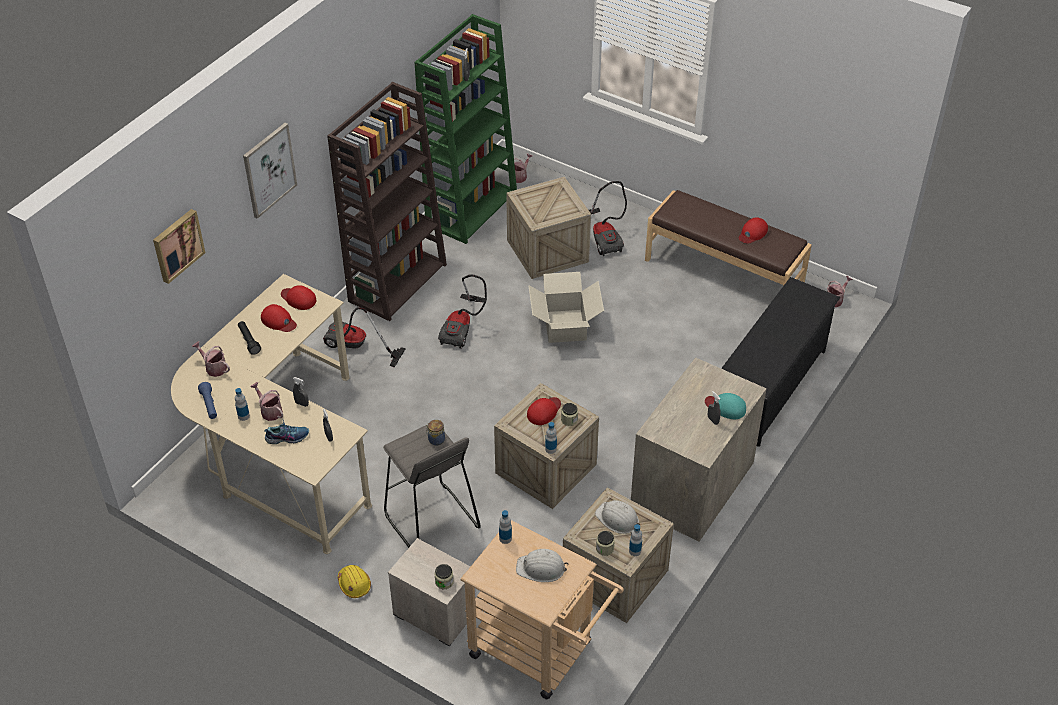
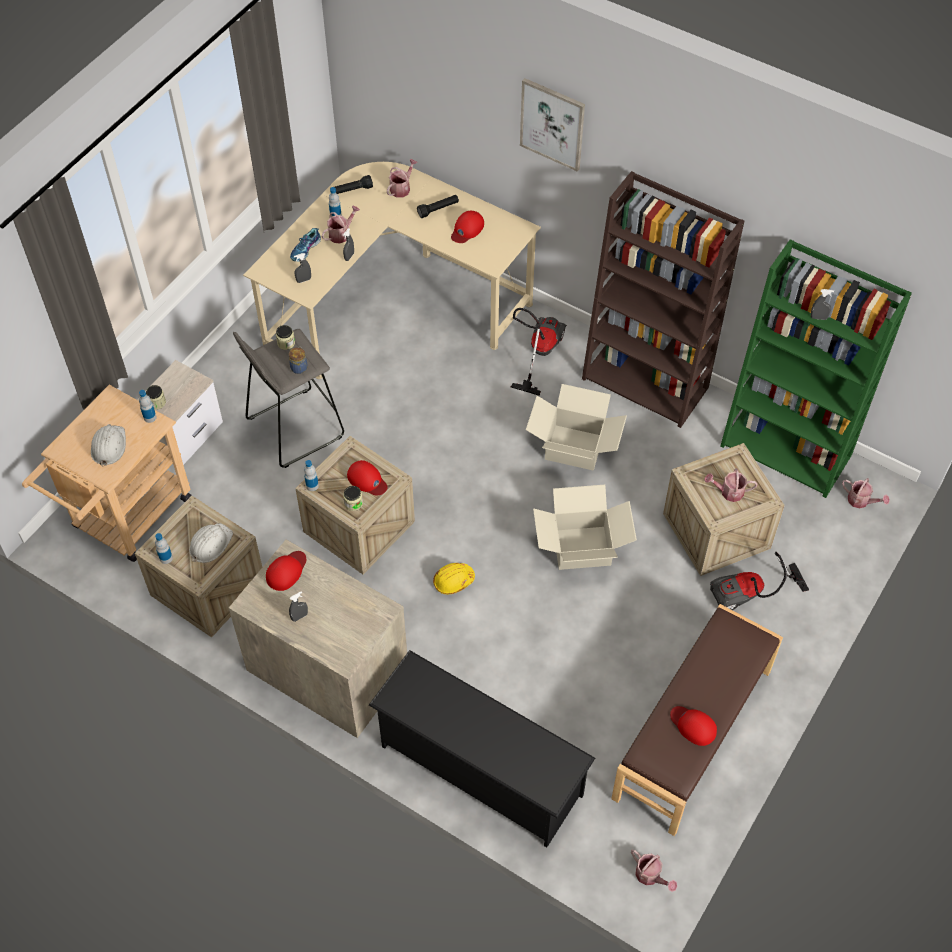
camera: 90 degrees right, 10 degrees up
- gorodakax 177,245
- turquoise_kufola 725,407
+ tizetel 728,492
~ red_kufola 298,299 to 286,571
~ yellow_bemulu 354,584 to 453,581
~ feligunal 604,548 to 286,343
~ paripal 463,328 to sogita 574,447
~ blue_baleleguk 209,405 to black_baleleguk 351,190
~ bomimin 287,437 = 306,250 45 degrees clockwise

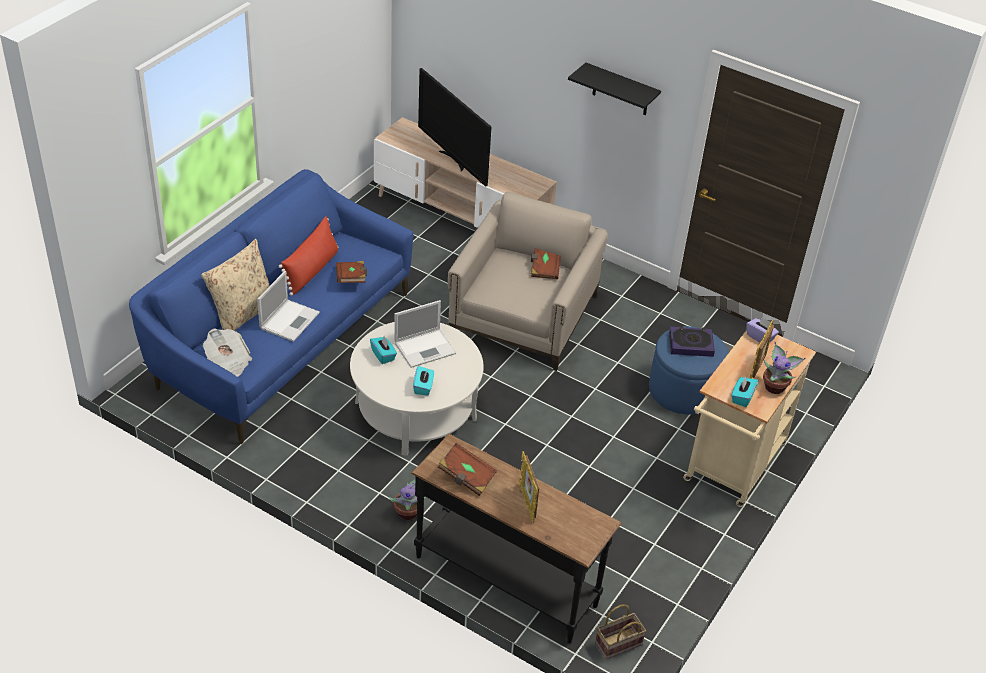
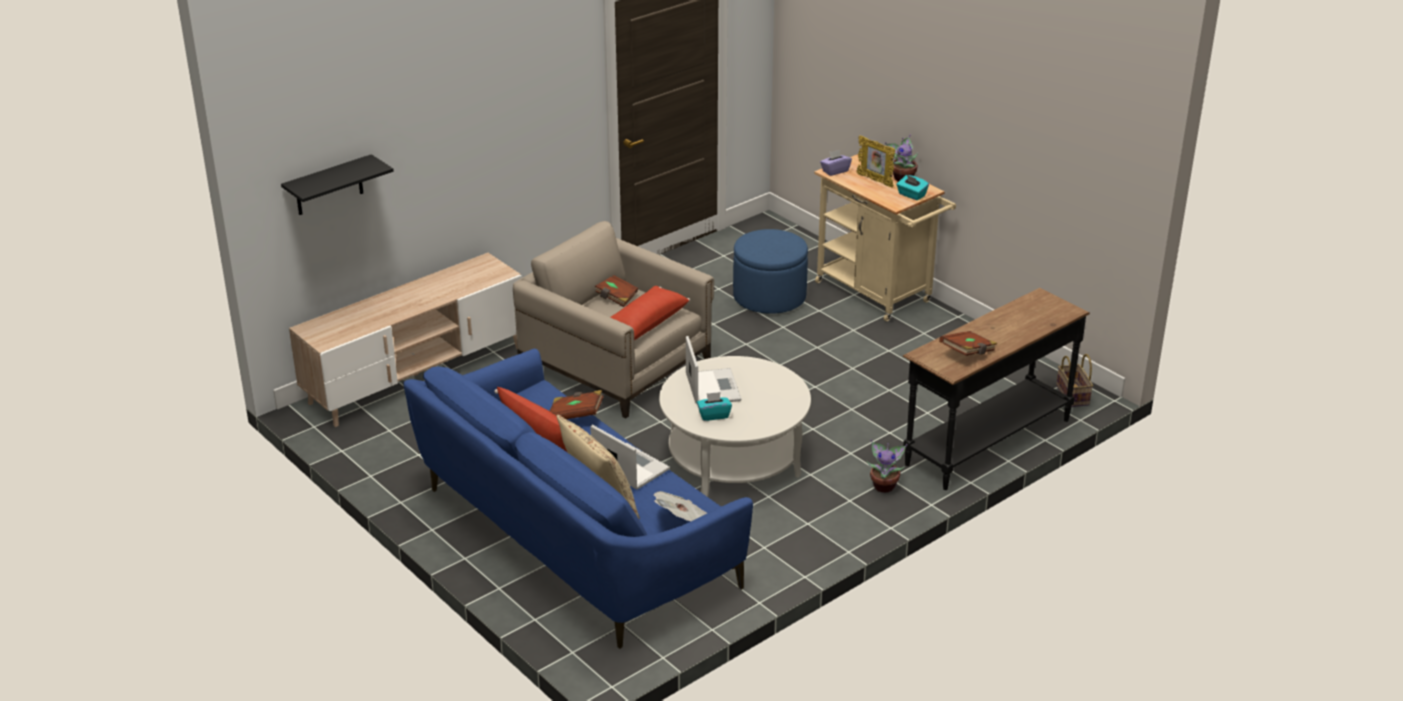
camera: 70 degrees left, 10 degrees down
- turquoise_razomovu 423,387
- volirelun 453,160
- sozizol 527,503
- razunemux 690,344
+ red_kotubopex 643,324
~ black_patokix 621,90 to 329,186

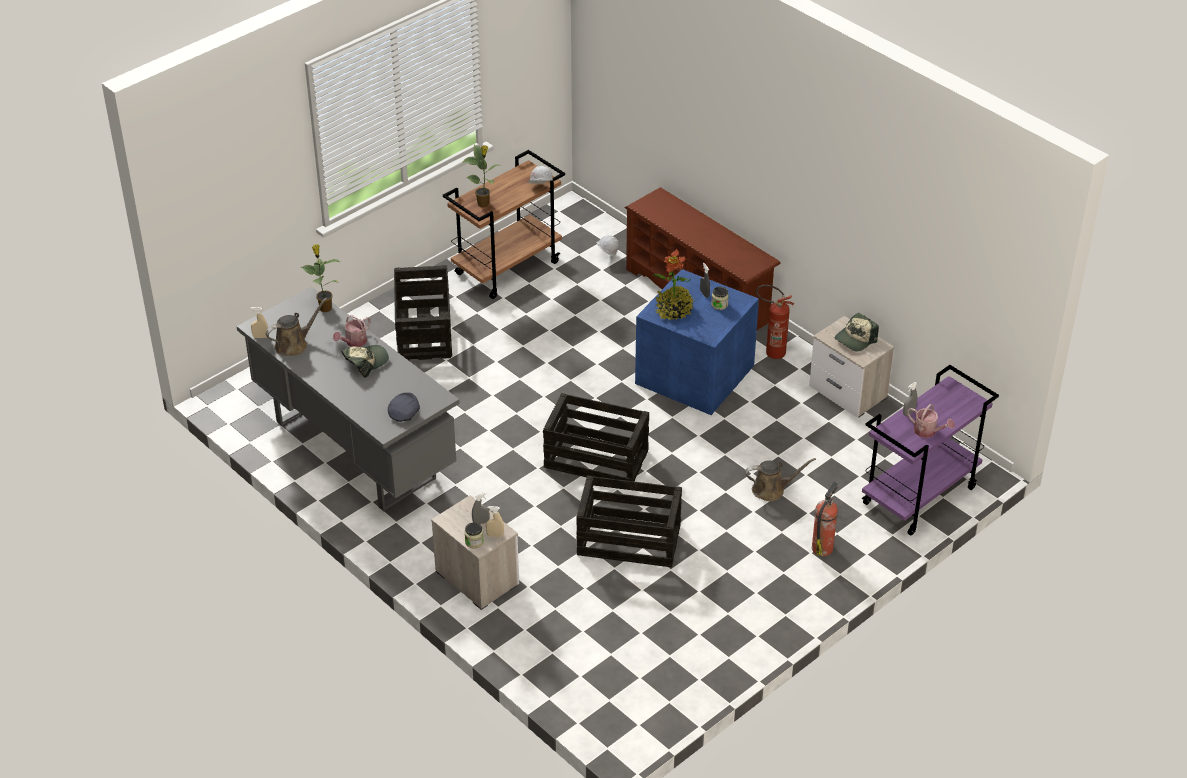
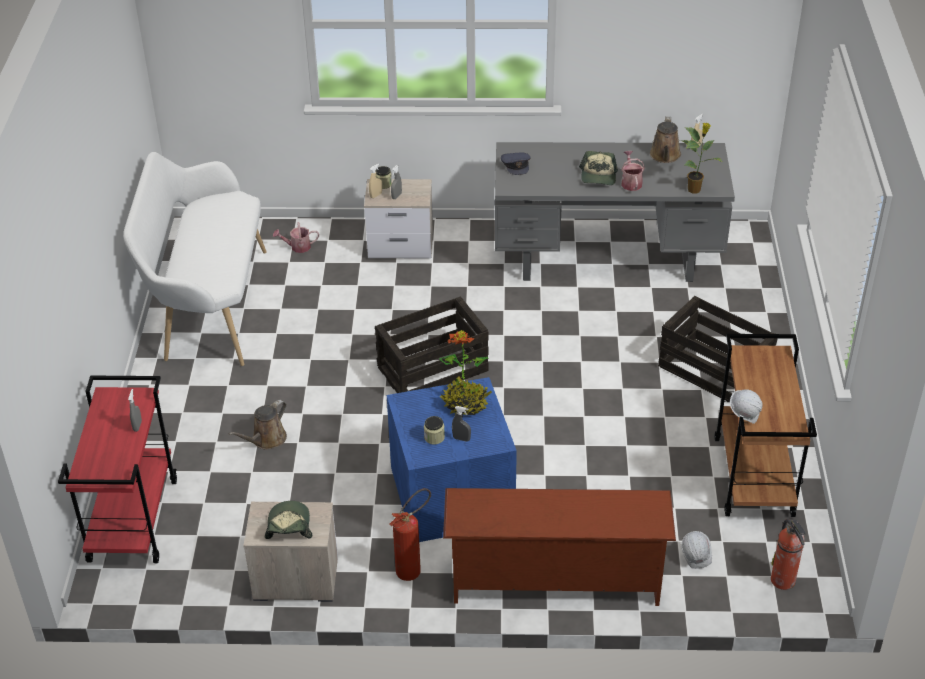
camera: 135 degrees right, 0 degrees up
- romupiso 484,204
- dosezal 627,540
+ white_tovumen 208,306
~ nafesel 823,547 to 783,581
~ tizetel 928,431 to 297,247
~ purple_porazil 919,497 to red_porazil 132,519

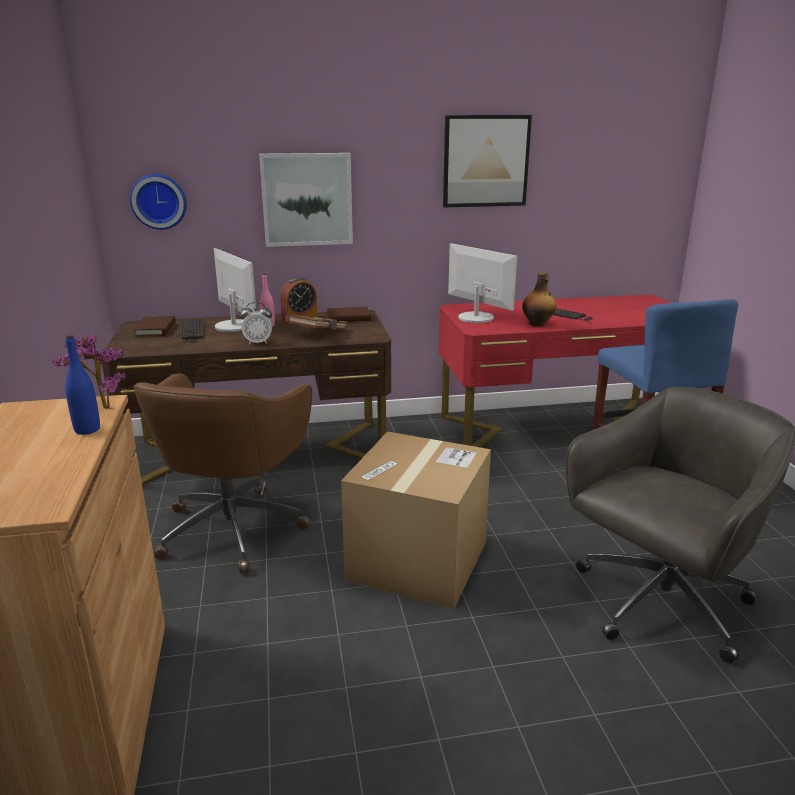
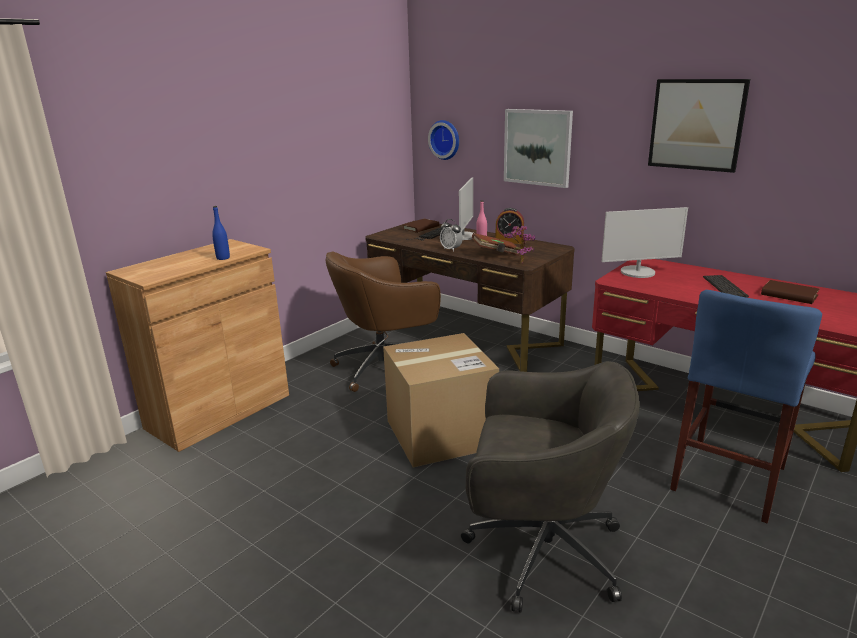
camera: 50 degrees right, 0 degrees up
- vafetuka 537,324
~ romupiso 100,407 to 519,262
~ brown_razunemux 348,318 to 789,295
~ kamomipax 476,317 = 638,272 75 degrees clockwise

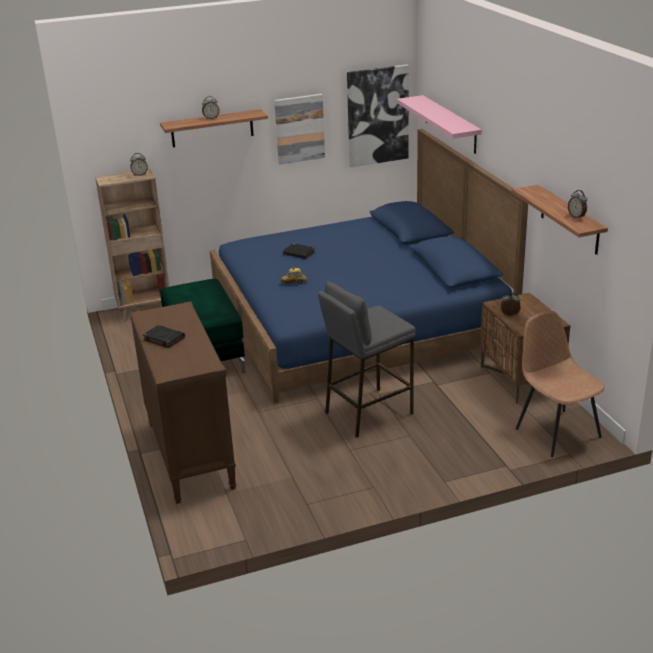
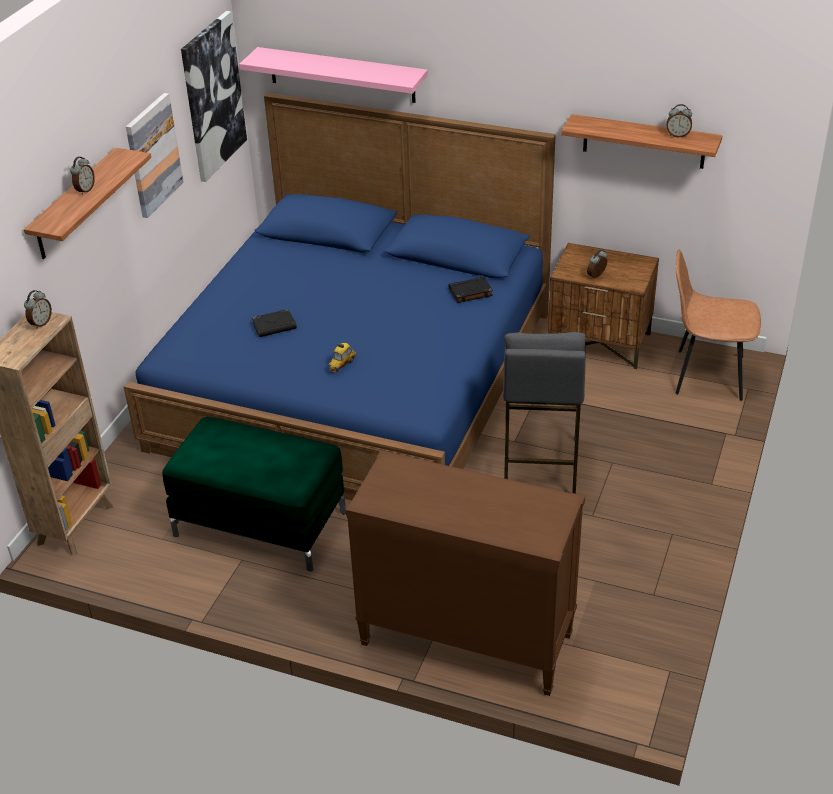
camera: 50 degrees left, 10 degrees up
~ black_razunemux 163,339 to 470,292

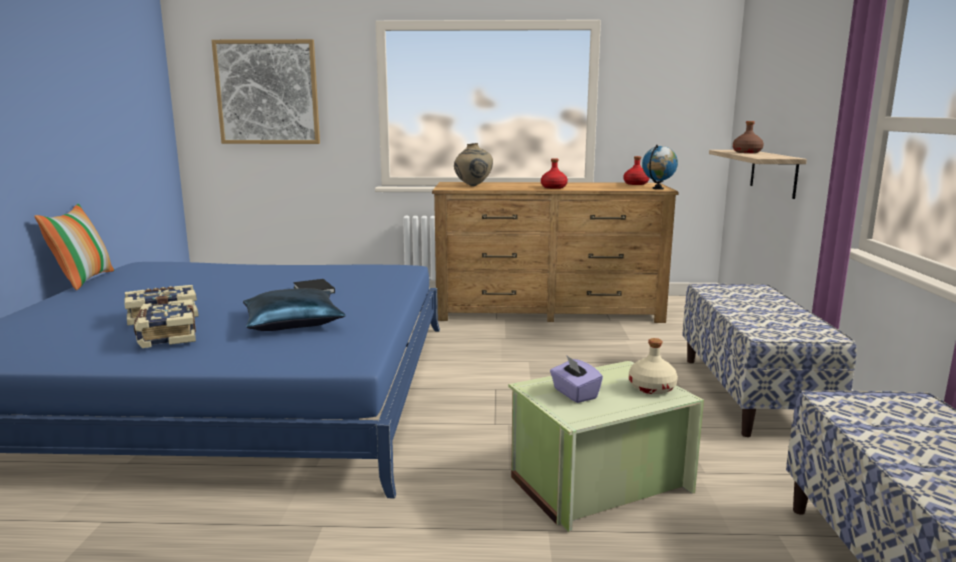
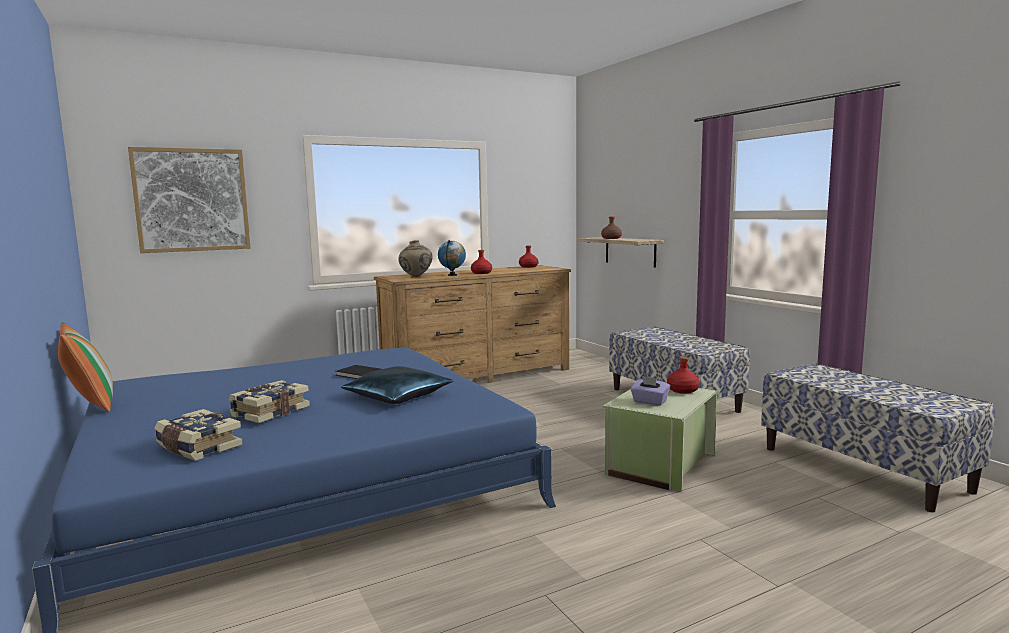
camera: 30 degrees left, 5 degrees down
~ razunemux 166,336 to 197,447
~ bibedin 658,189 to 452,275
~ beige_vafetuka 652,388 to red_vafetuka 683,390

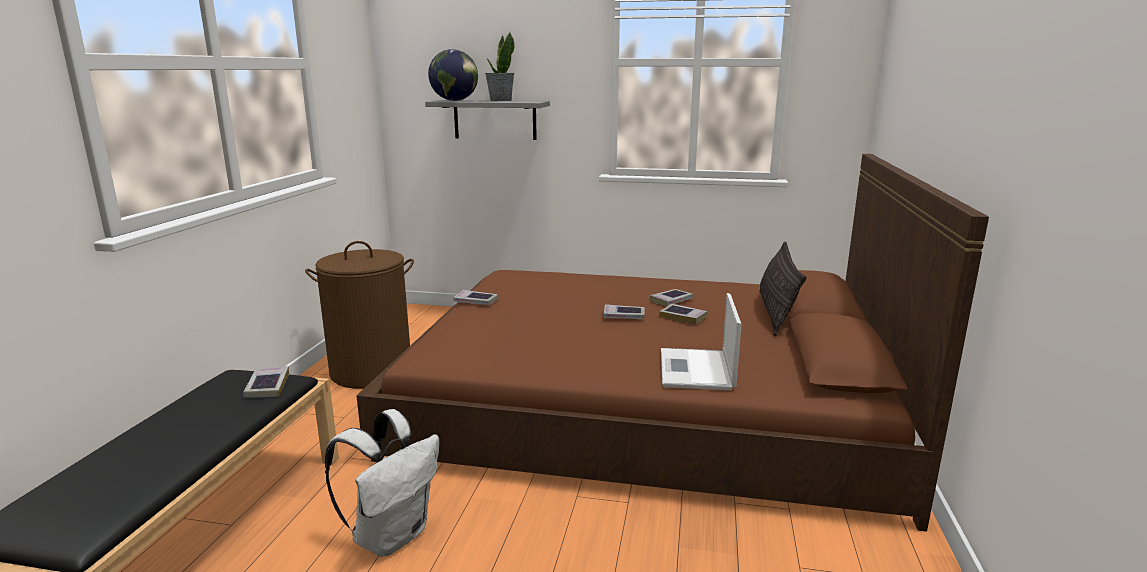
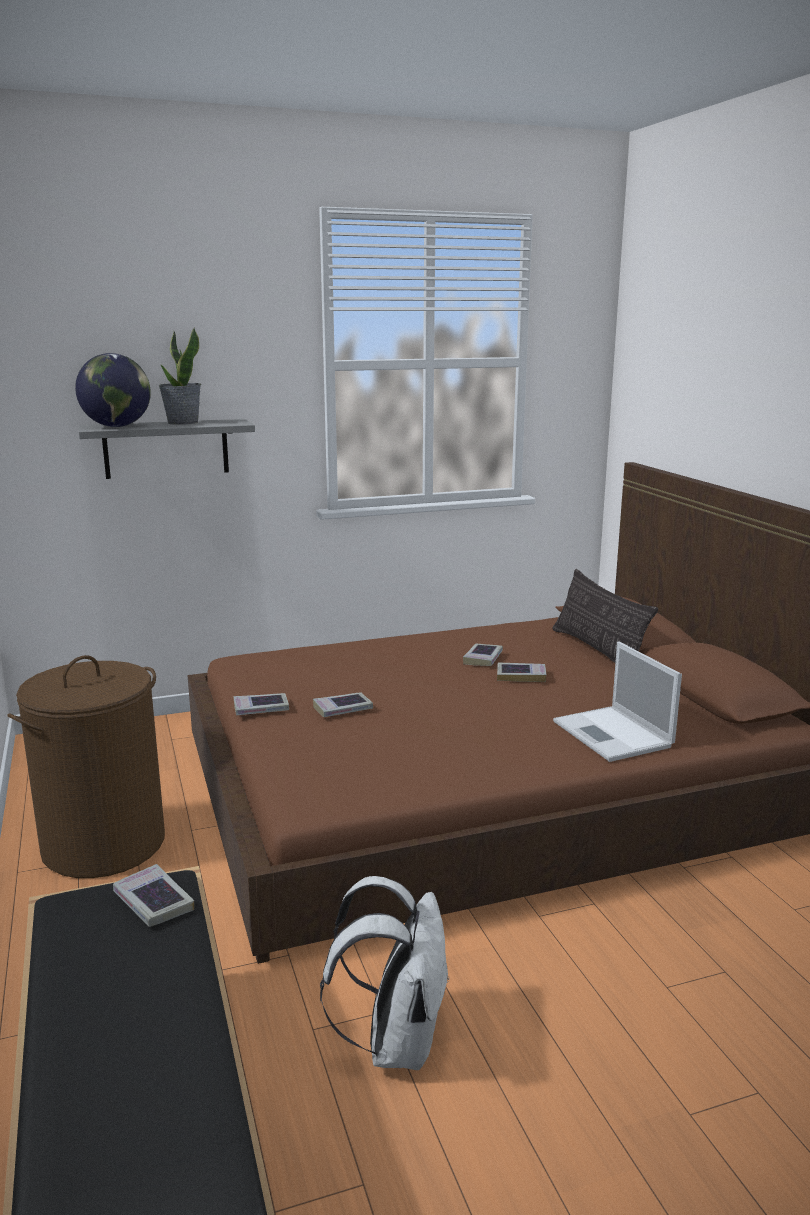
camera: 30 degrees left, 0 degrees up
~ razunemux 624,316 to 343,709

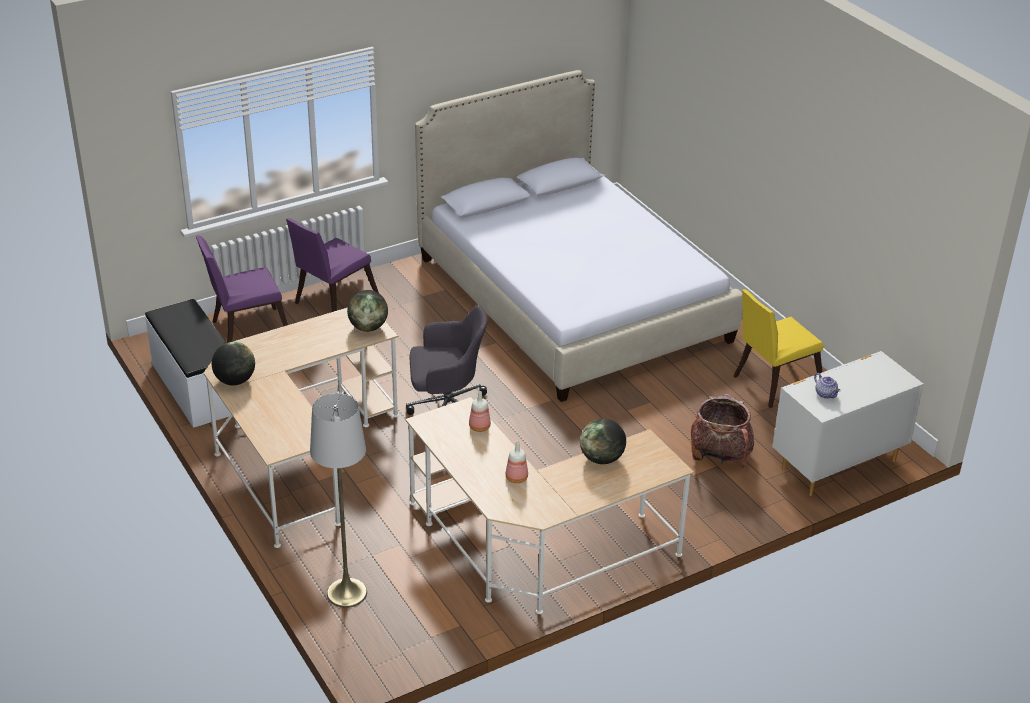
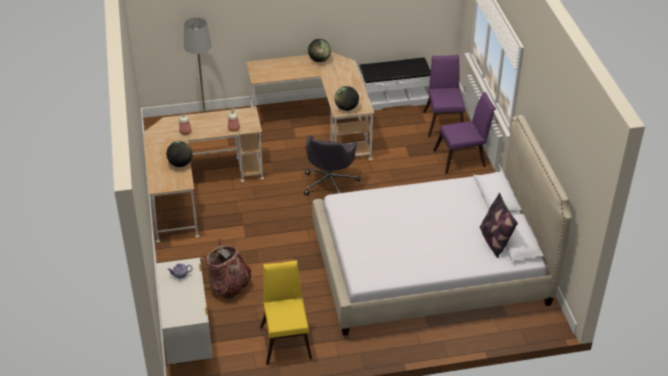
camera: 110 degrees right, 5 degrees up
+ kotubopex 494,241
~ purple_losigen 332,302 = 463,158 105 degrees clockwise

